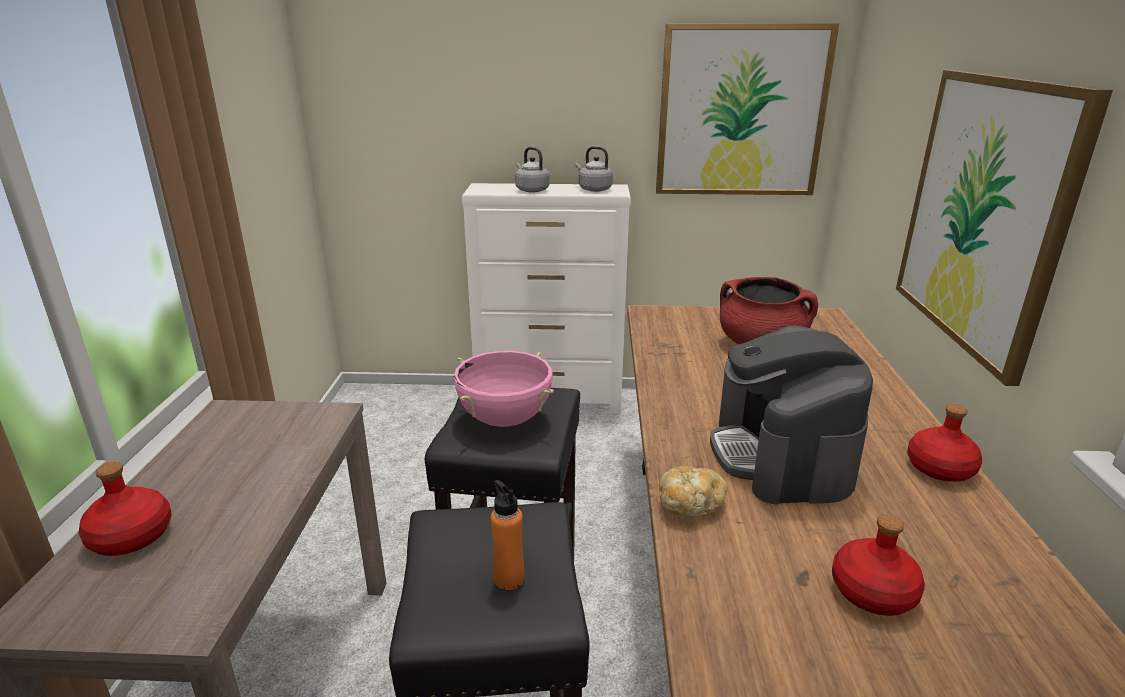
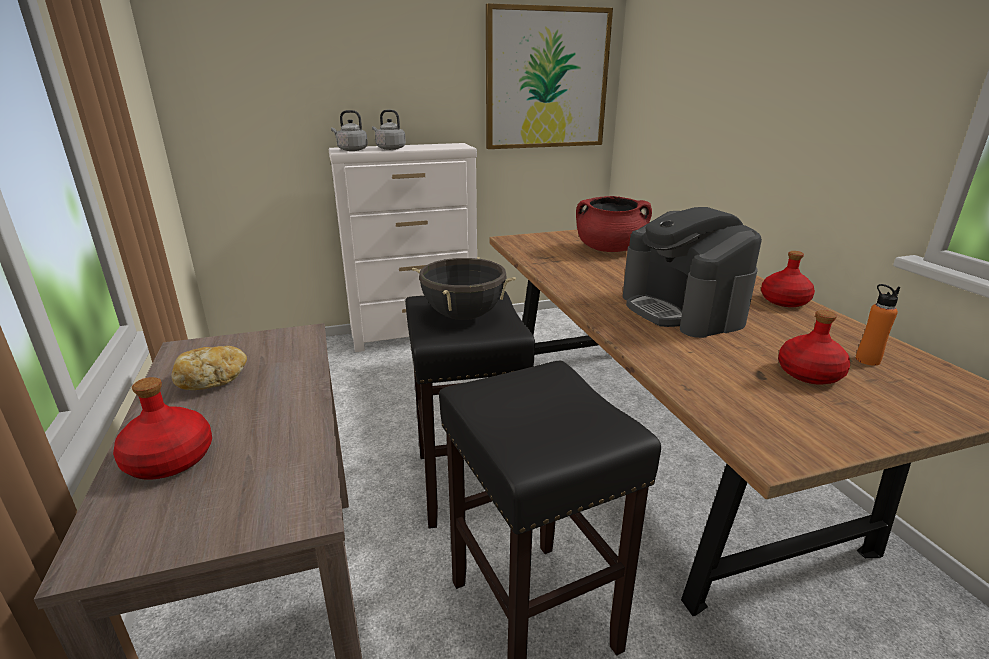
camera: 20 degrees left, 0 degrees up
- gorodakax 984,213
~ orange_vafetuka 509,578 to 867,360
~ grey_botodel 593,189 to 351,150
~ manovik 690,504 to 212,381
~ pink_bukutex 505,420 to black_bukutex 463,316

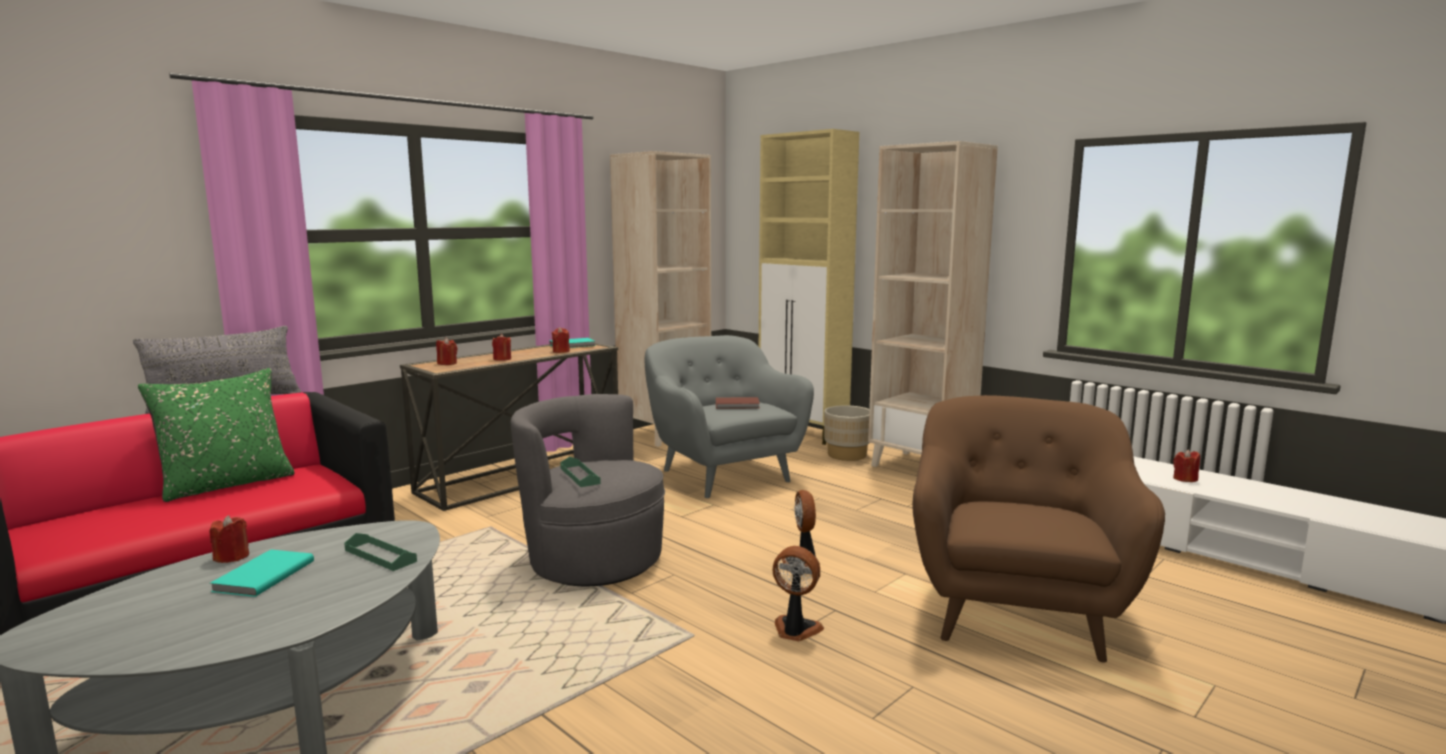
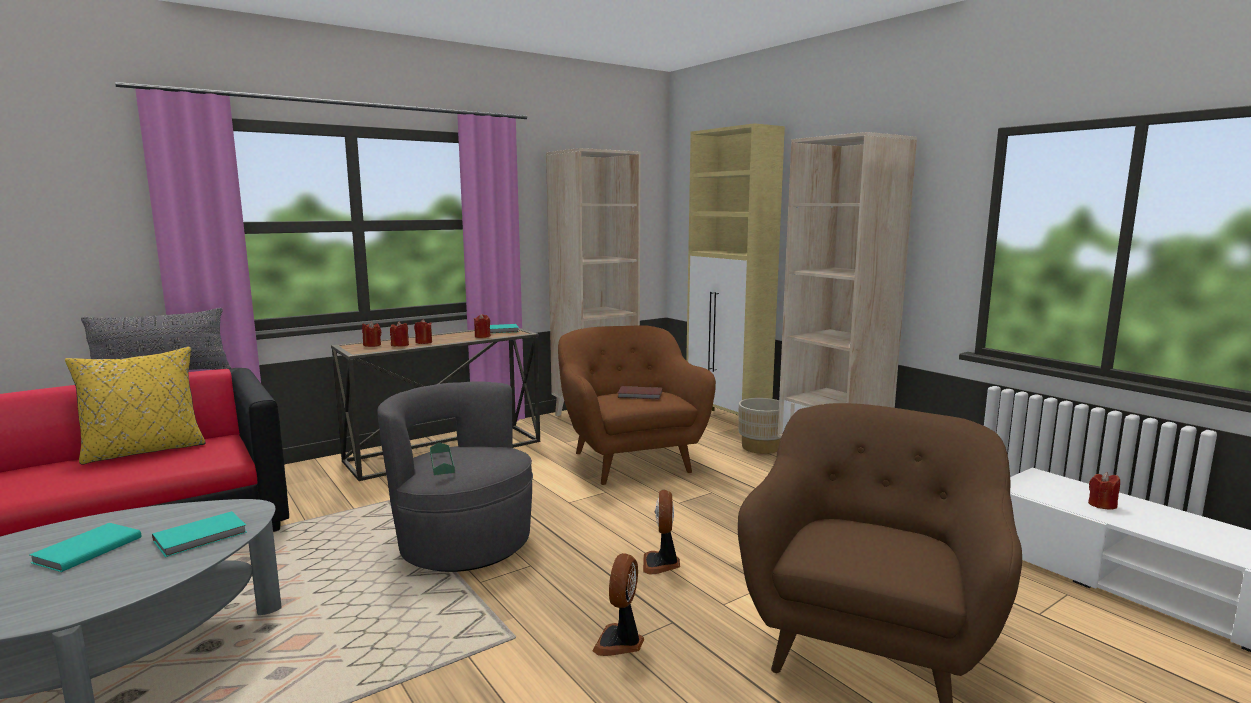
camera: 10 degrees right, 0 degrees up
~ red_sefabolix 232,557 to 400,345
~ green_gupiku 380,556 to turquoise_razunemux 202,536
~ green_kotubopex 227,484 to yellow_kotubopex 144,450
~ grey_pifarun 723,474 to brown_pifarun 630,460
~ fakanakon 795,630 = 620,642 105 degrees counterclockwise

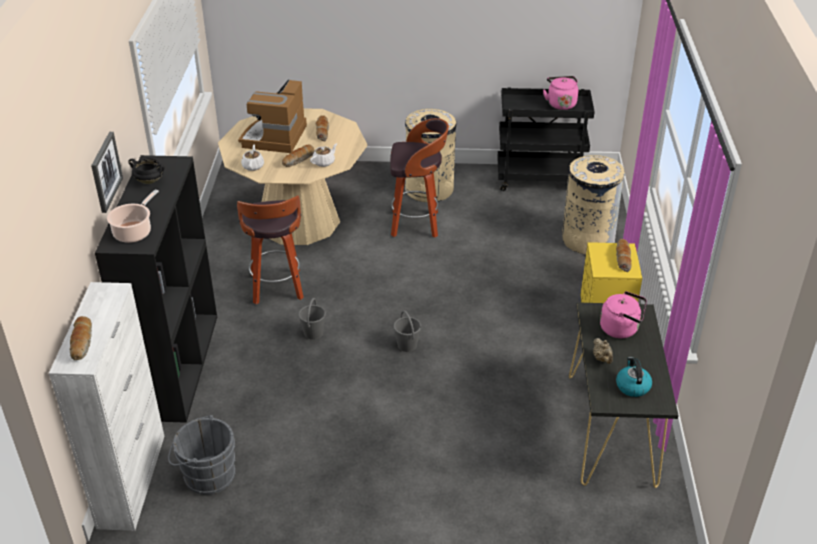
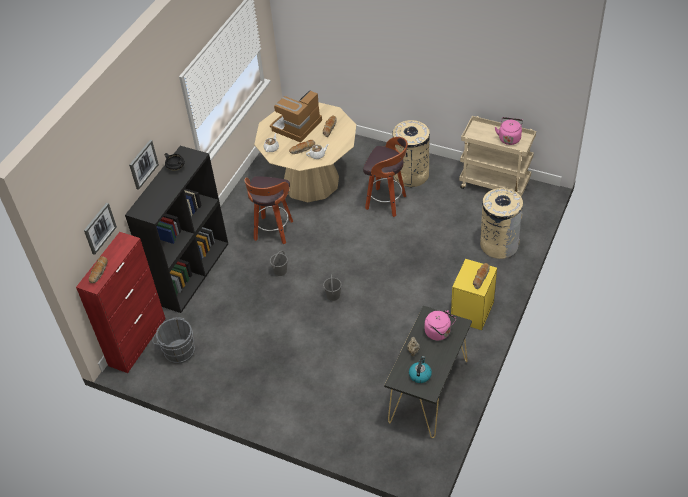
camera: 25 degrees right, 10 degrees up
- bukutex 134,232
+ gorodakax 99,228
~ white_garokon 132,480 to red_garokon 137,341
~ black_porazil 540,179 to beige_porazil 495,184

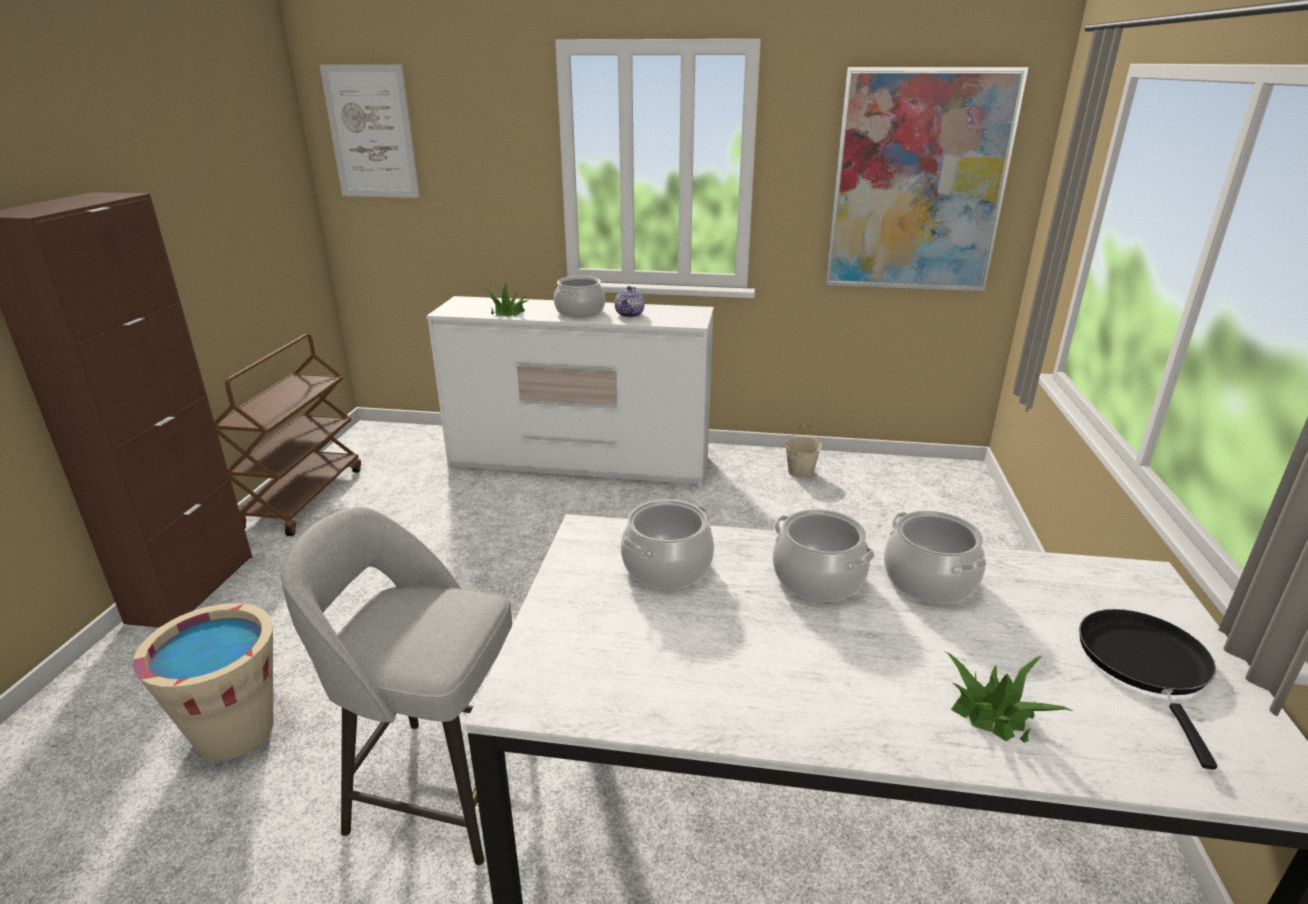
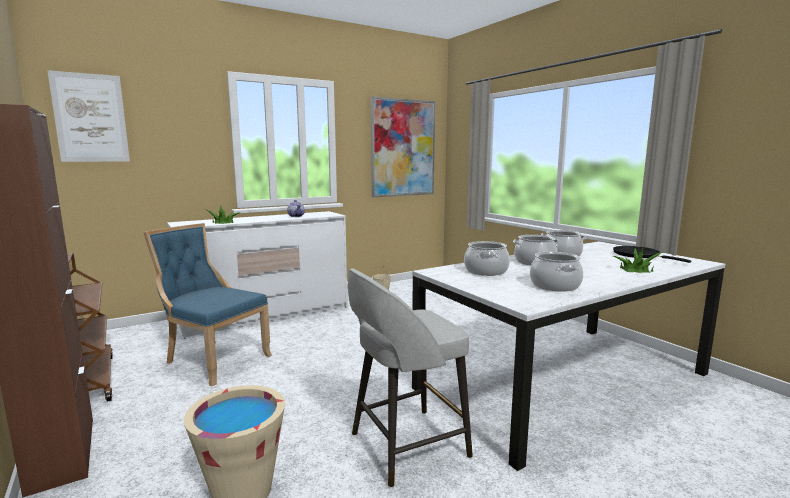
camera: 40 degrees left, 15 degrees down
+ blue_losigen 214,360
~ bukutex 580,312 to 555,286

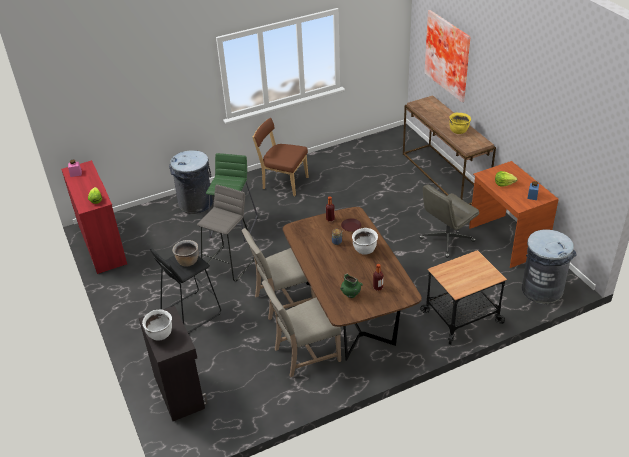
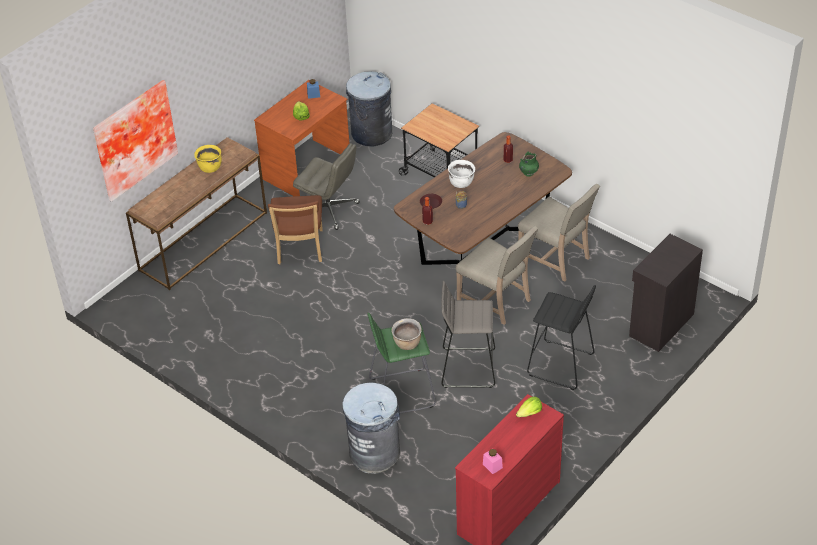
camera: 115 degrees left, 5 degrees up
- white_bukutex 160,334
~ brown_bukutex 187,261 to 407,344
~ brown_losigen 283,182 to 299,249

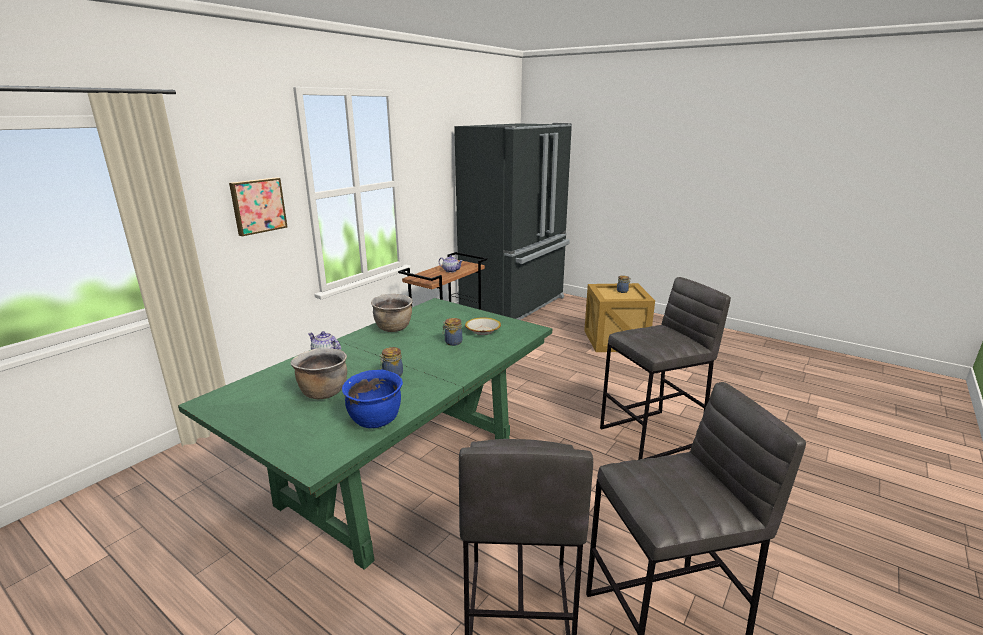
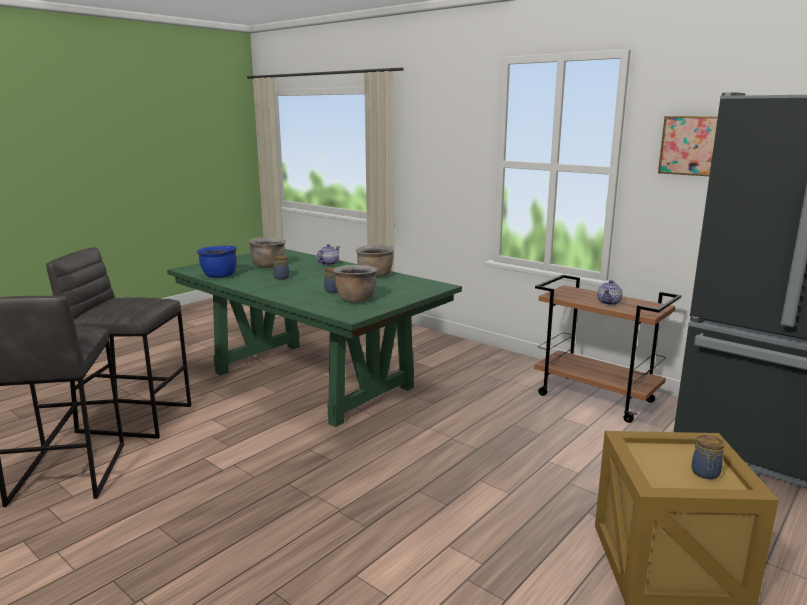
camera: 95 degrees right, 5 degrees down
- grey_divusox 652,436
~ gorodakax 258,205 to 692,145
~ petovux 483,331 to brown_bukutex 355,300

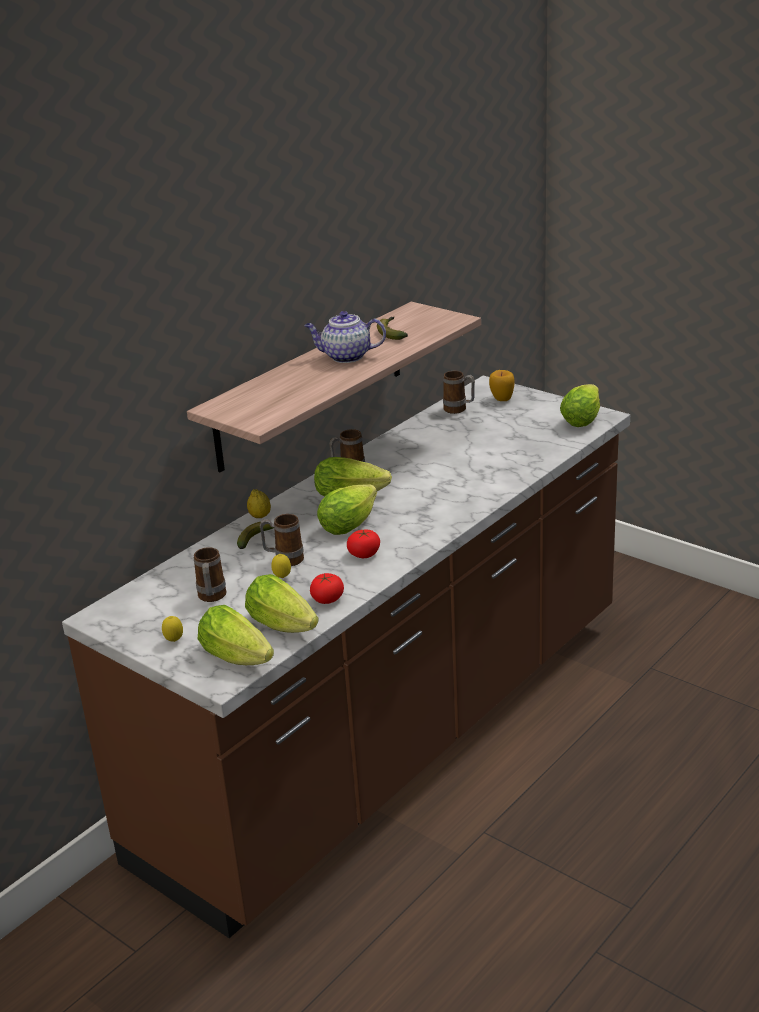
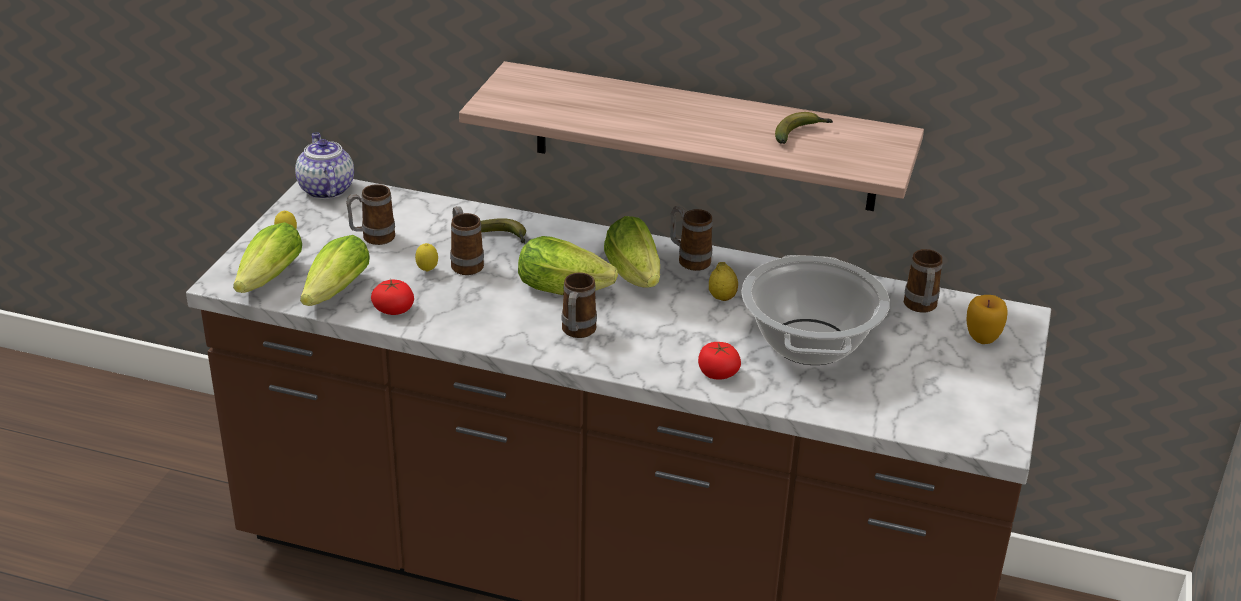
camera: 65 degrees right, 5 degrees up
- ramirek 583,417
+ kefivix 577,333
+ bukutex 809,342
~ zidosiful 260,516 to 722,298
~ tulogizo 346,357 to 325,189
~ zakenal 364,554 to 718,373

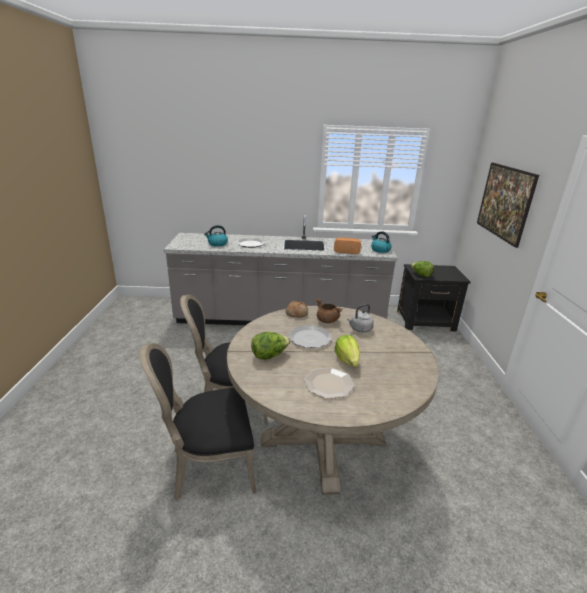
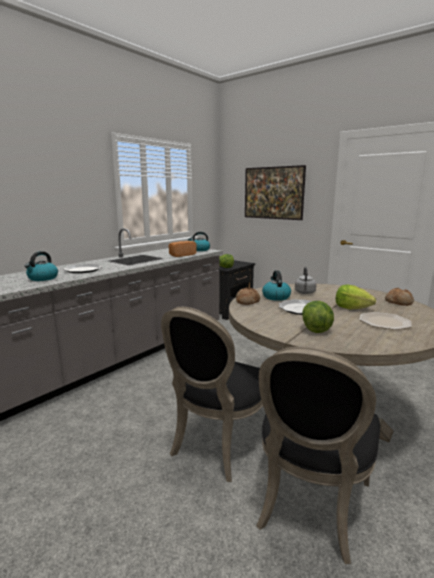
camera: 50 degrees left, 10 degrees down
+ manovik 399,302
~ brown_bukutex 326,320 to botodel 275,297

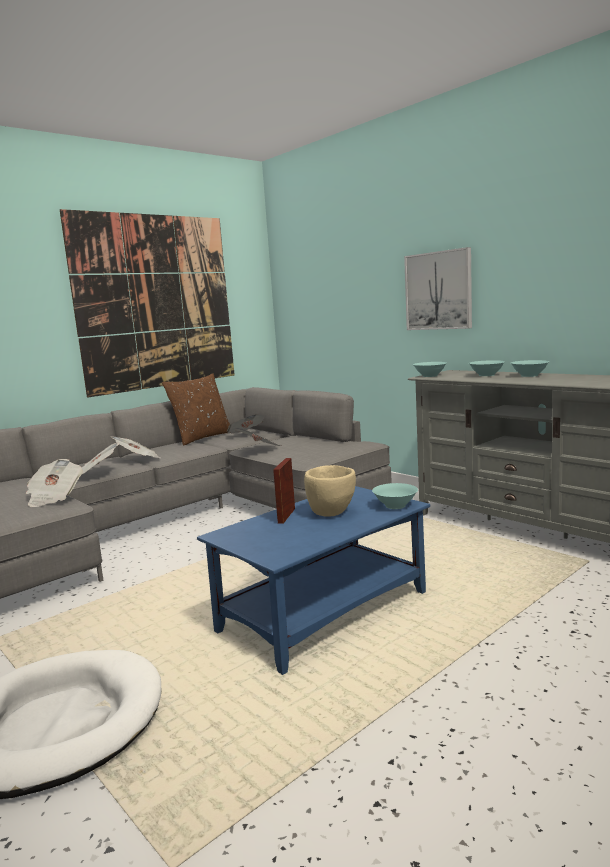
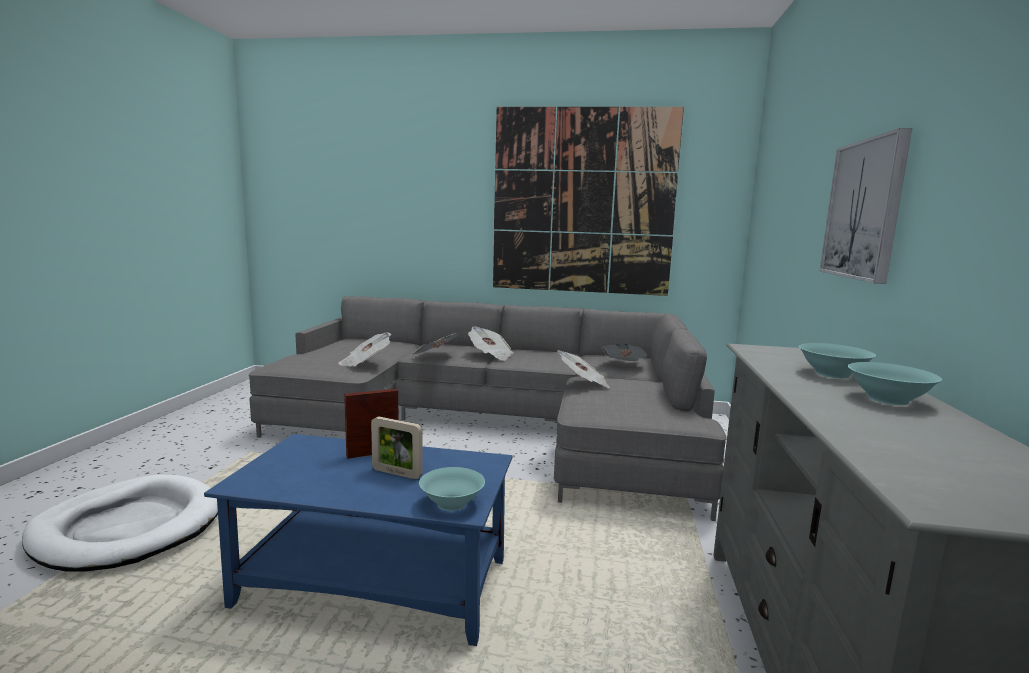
camera: 50 degrees right, 0 degrees up
- brown_kotubopex 202,438
- turquoise_petovux 429,376
~ beige_petovux 332,513 to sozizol 397,473

